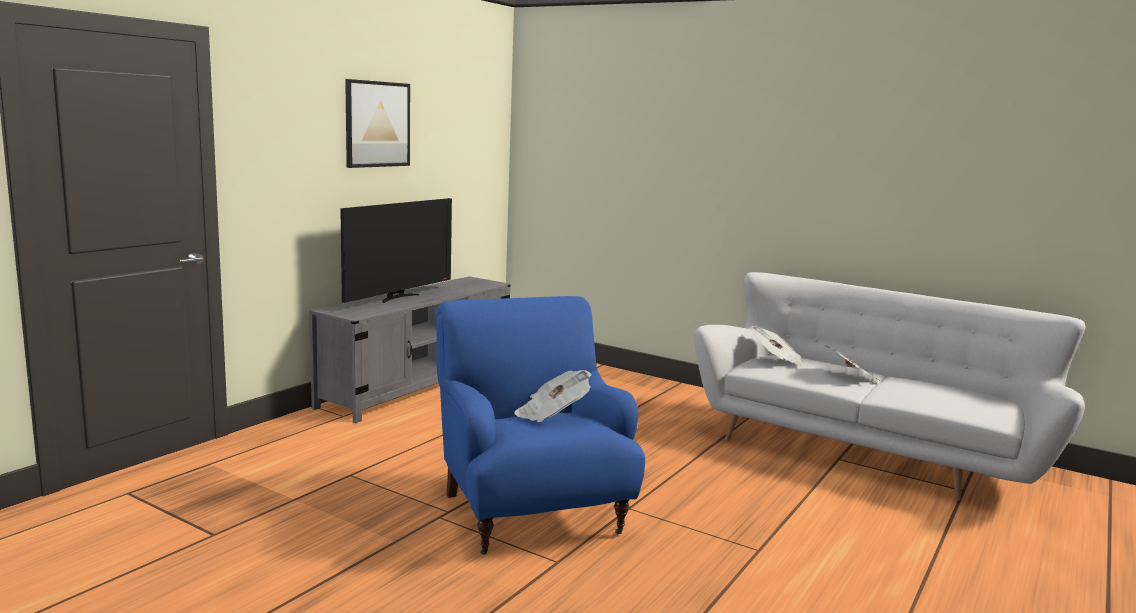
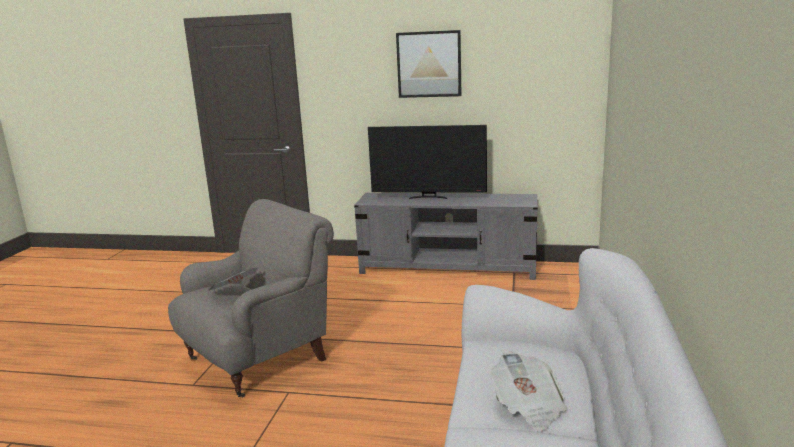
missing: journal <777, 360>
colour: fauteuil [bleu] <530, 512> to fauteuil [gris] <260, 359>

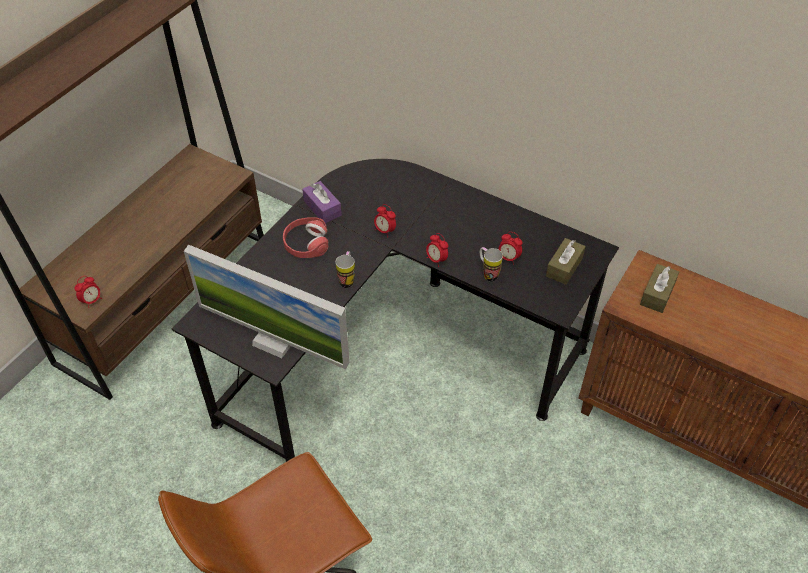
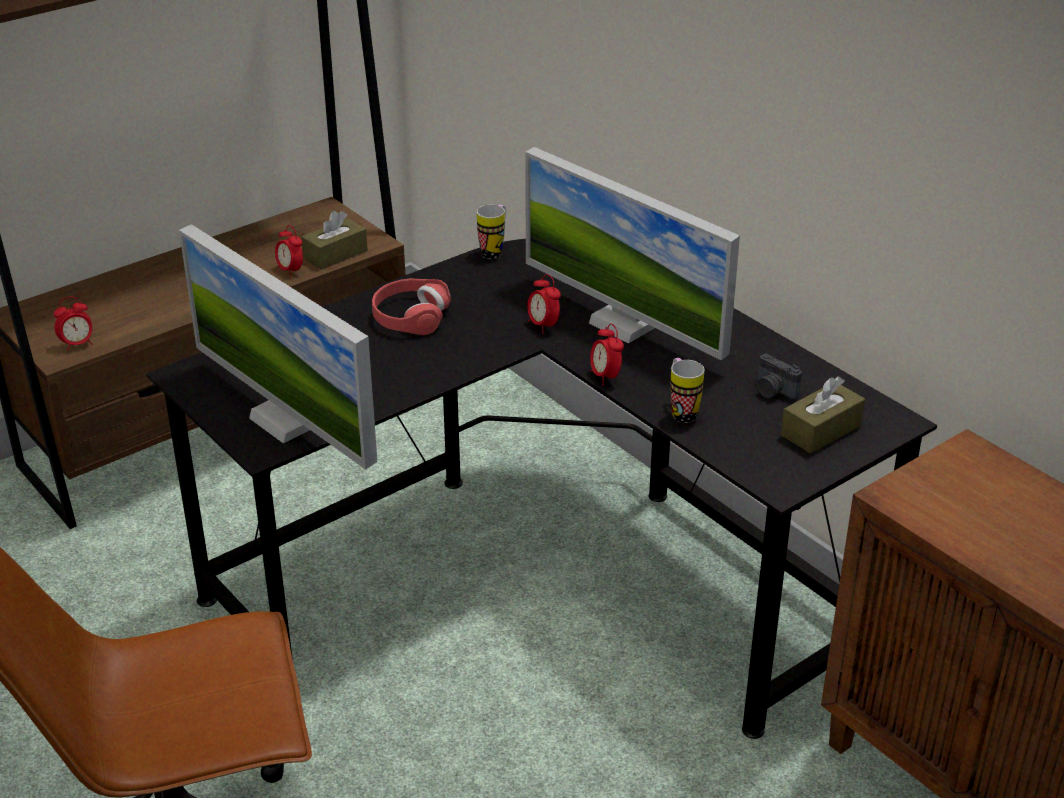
missing: boîte à mouchoirs [violet] <322, 208>
appeared: écran d'ordinateur <624, 324>; appareil photo <773, 391>
relocated: réveil <508, 258> to <290, 271>; mug <347, 279> to <494, 251>; boîte à mouchoirs [marron] <657, 294> to <335, 254>

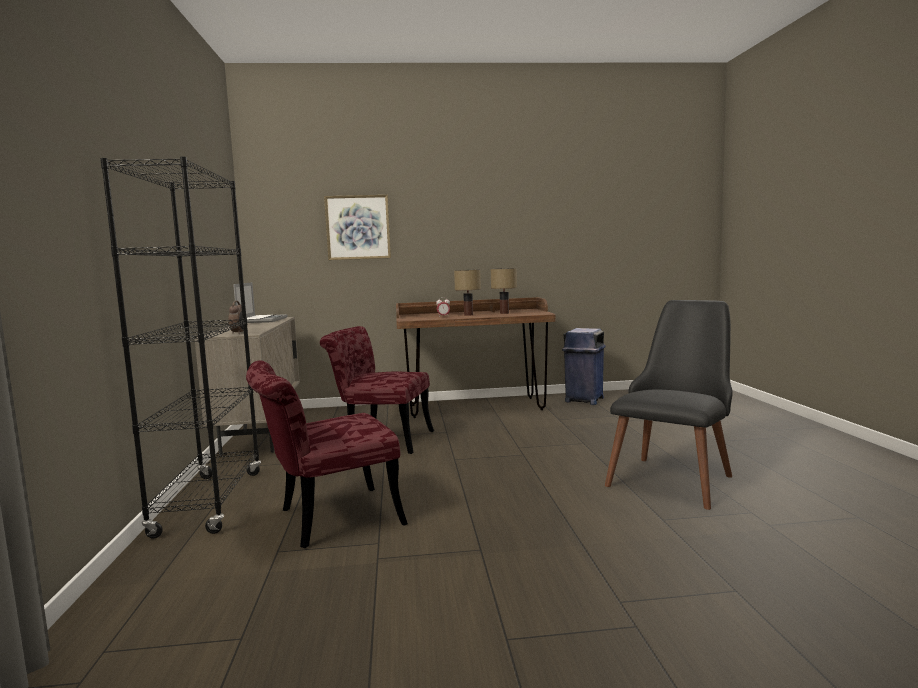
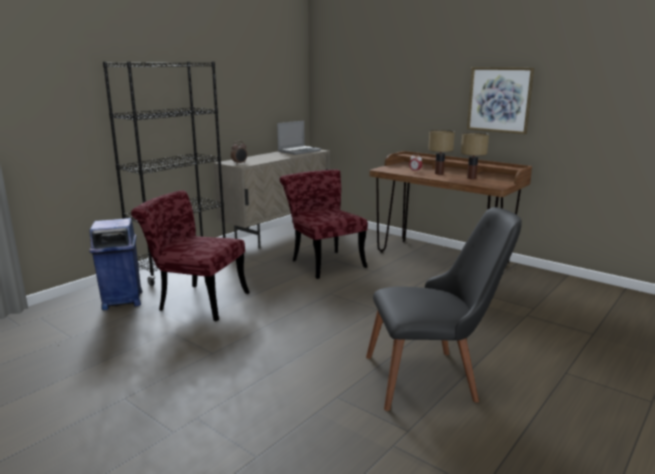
relocated: tableau <358, 227> to <499, 100>; poubelle [bleu] <584, 400> to <121, 300>

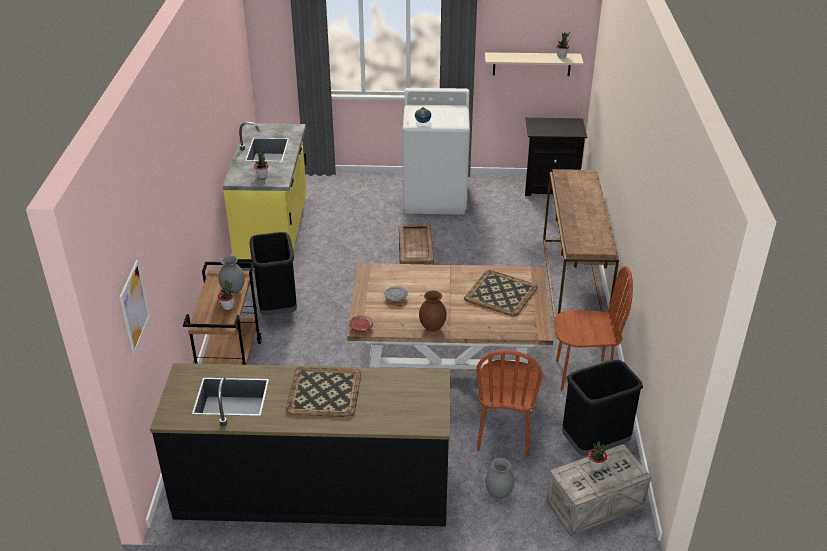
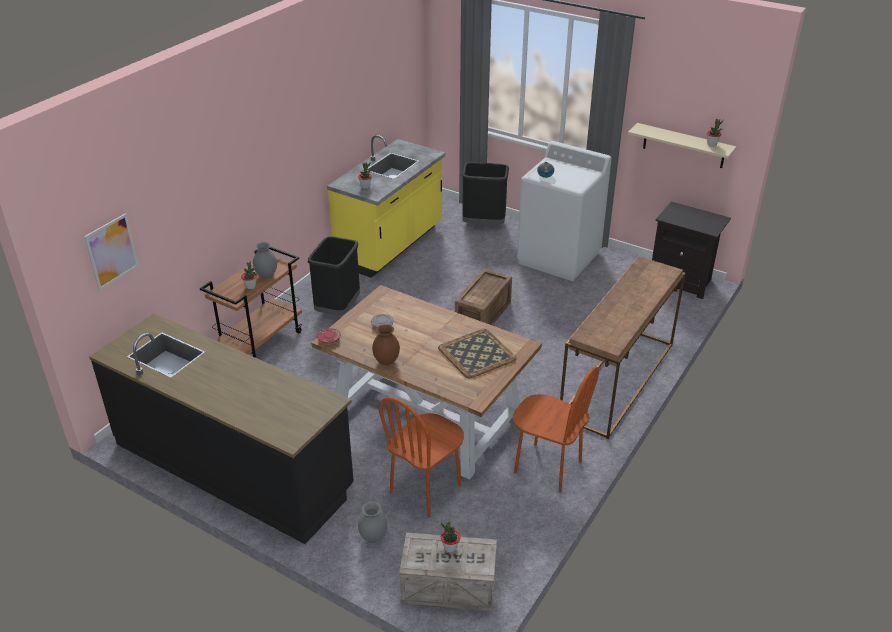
missing: plateau <323, 392>
relocated: poubelle [noir] <594, 444> to <483, 224>

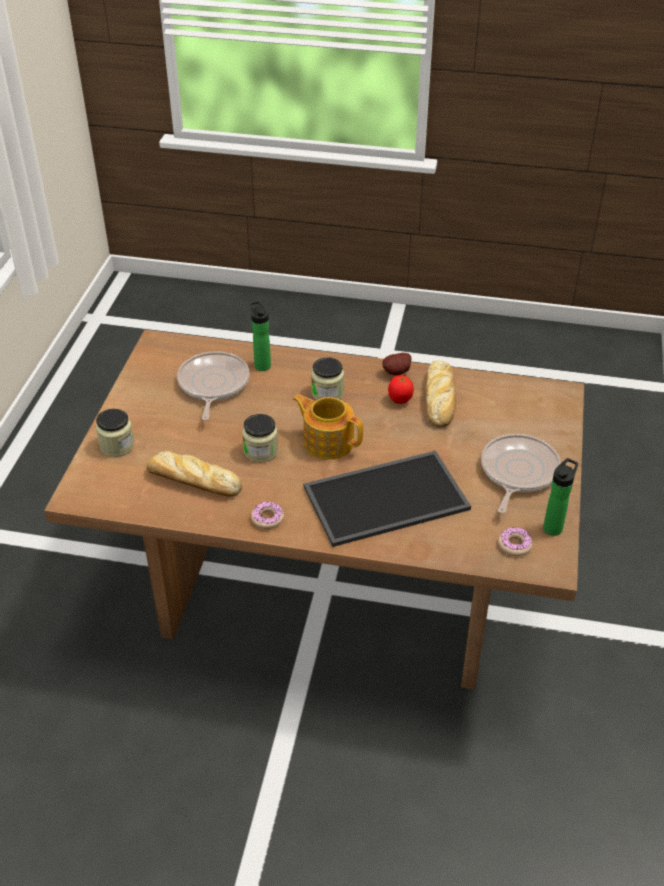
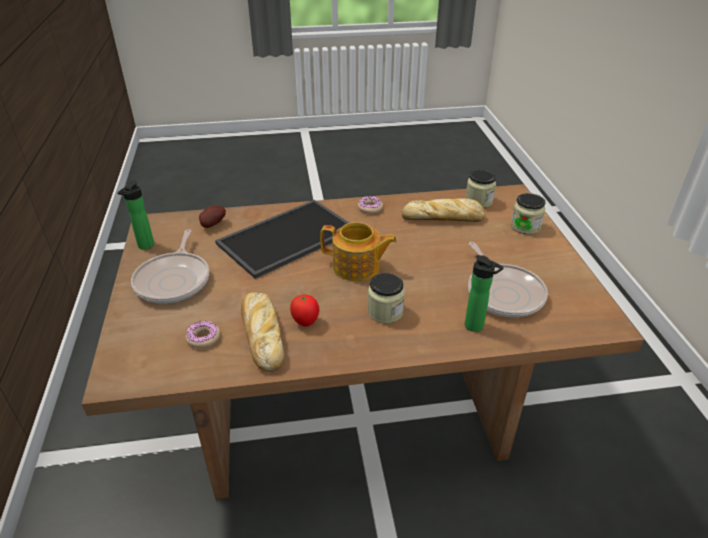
relocated: pomme de terre <398, 373> to <212, 224>; bocal <261, 451> to <478, 201>; beignet <514, 545> to <203, 338>

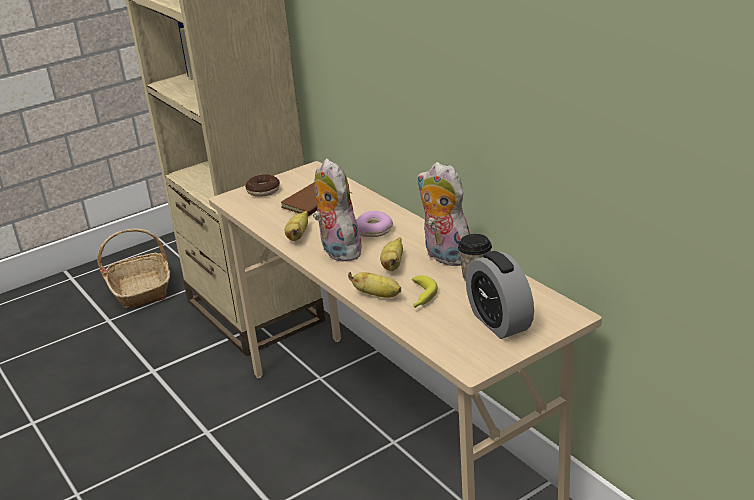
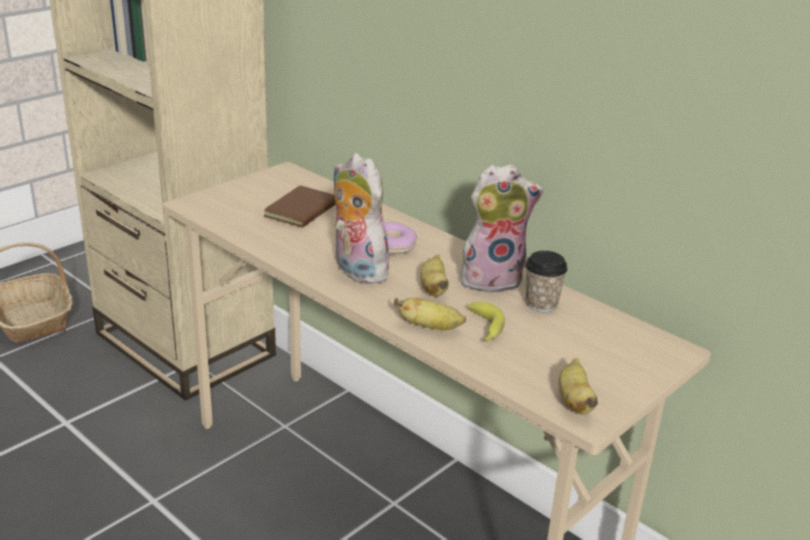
missing: beignet <263, 191>; réveil <499, 322>
relocated: banane <298, 236> to <574, 401>
spun: peluche <444, 256> = <492, 278> 135 degrees clockwise

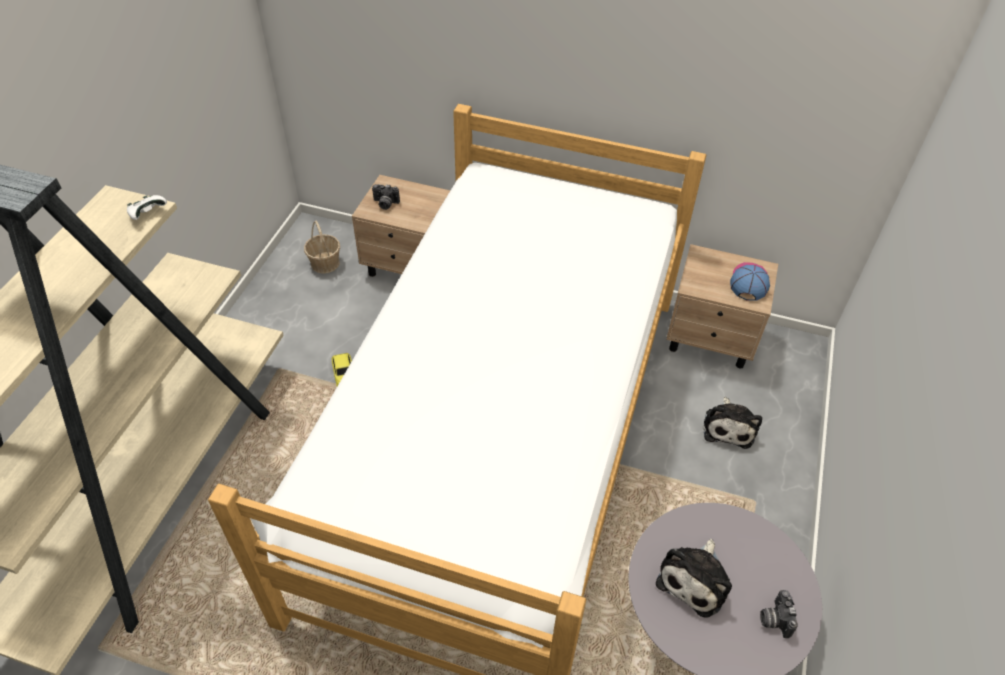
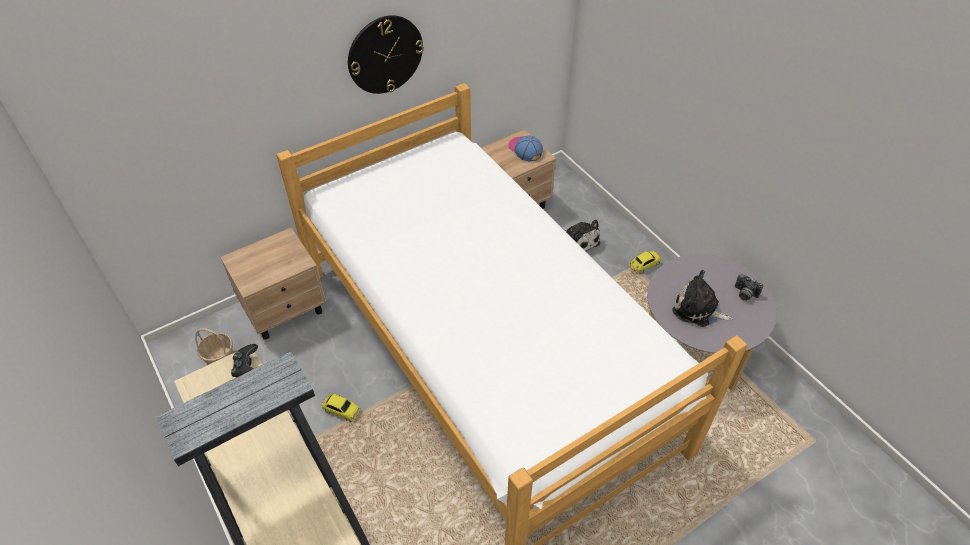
missing: appareil photo <385, 204>
appeared: horloge murale <385, 54>; petite voiture <644, 265>
colour: manette [blanc] <148, 214> to manette [noir] <247, 367>
spun: peluche <695, 579> = <698, 309> 135 degrees clockwise

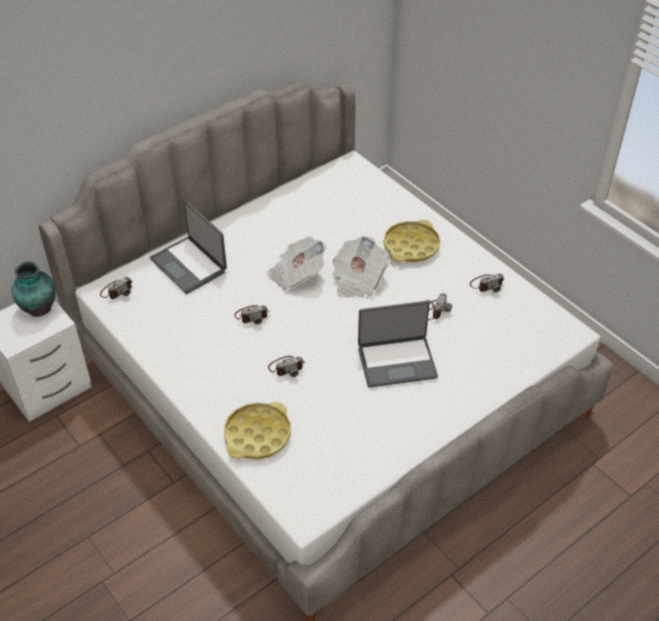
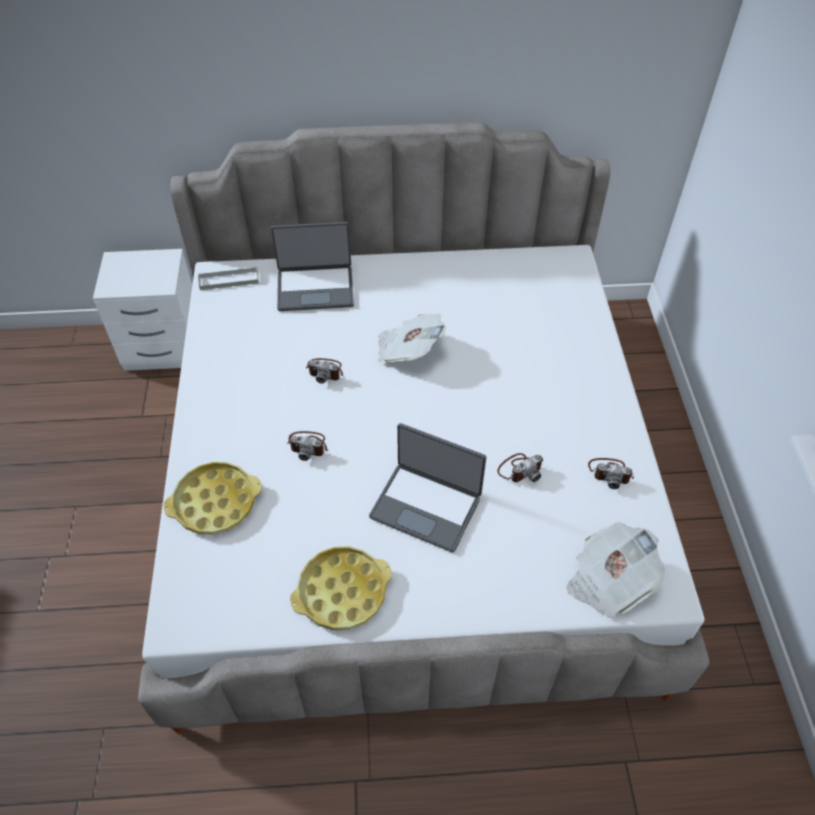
missing: vase <38, 308>
relocated: plateau [jaune] <411, 246> to <342, 591>; journal <357, 280> to <608, 580>
exchanged: appareil photo <117, 290> to plateau [gris] <229, 280>
spun: ordinateur portable <190, 265> = <315, 288> 90 degrees counterclockwise

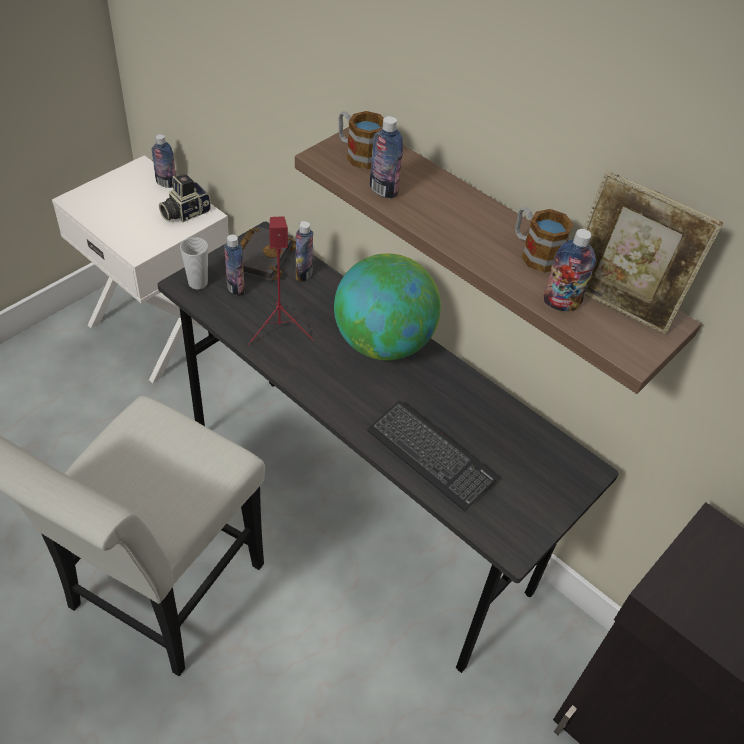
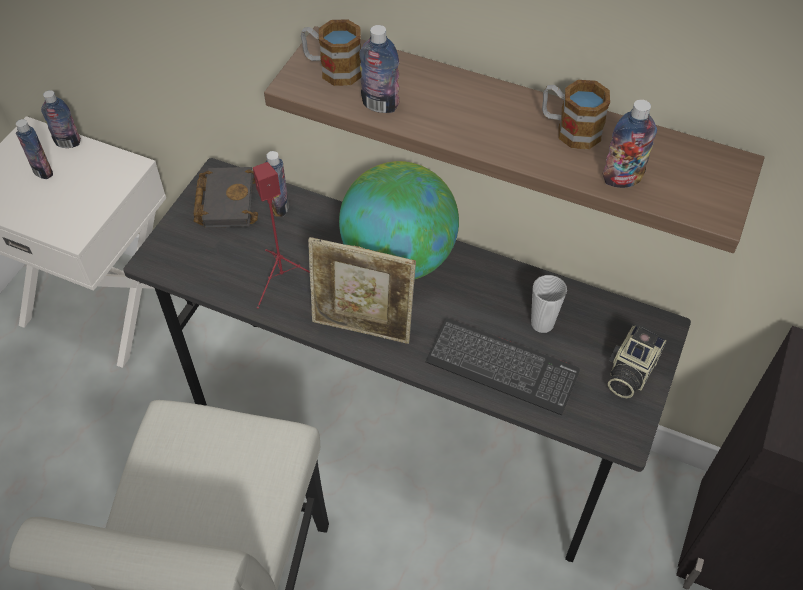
relocated: cadre photo <617, 306> to <363, 328>; appareil photo <184, 212> to <629, 371>; bouteille <235, 288> to <42, 171>; tasse <198, 283> to <542, 323>

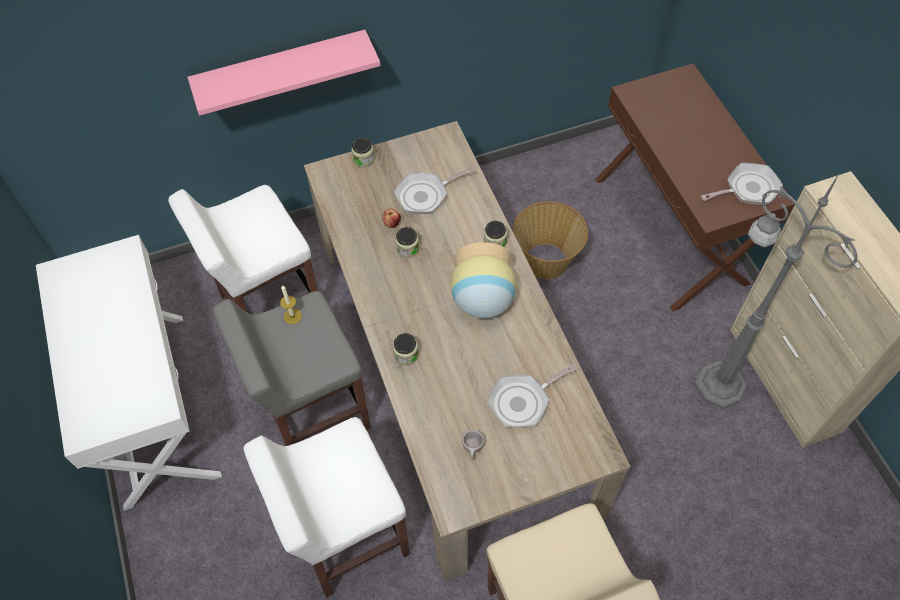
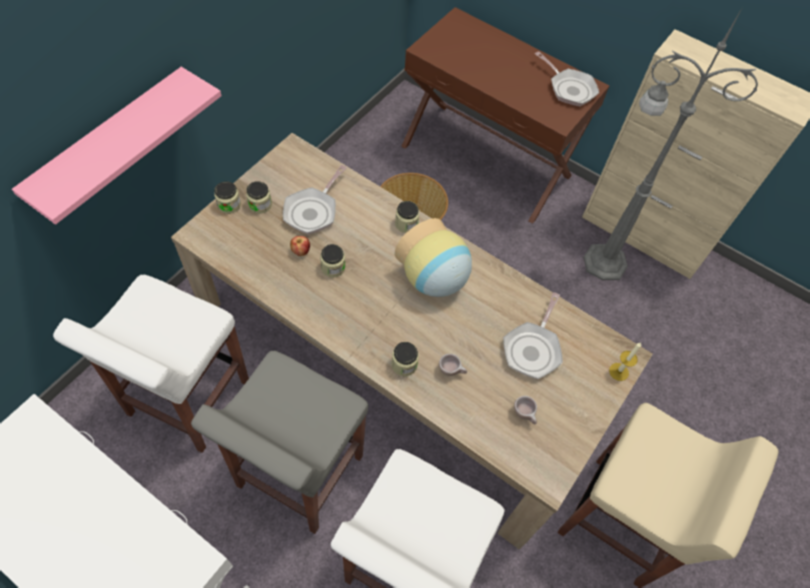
appeared: bocal <260, 205>; tasse [beige] <451, 371>
relocated: bougie <292, 316> to <618, 371>
spun: poêle <748, 189> = <569, 88> 105 degrees clockwise

